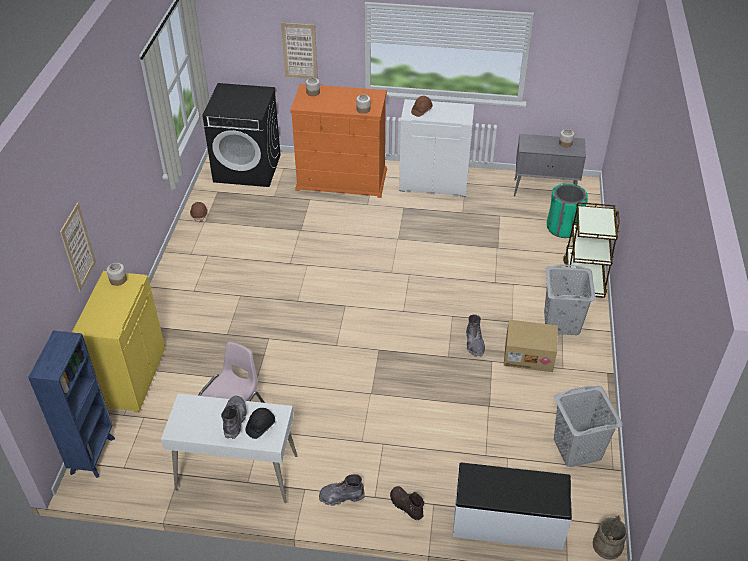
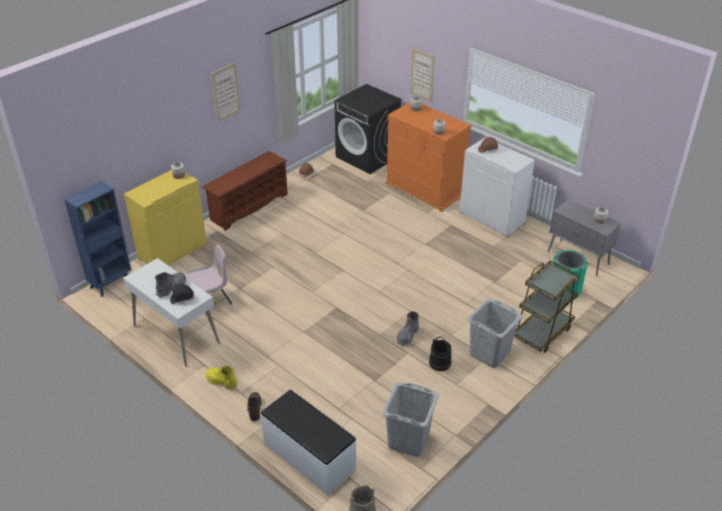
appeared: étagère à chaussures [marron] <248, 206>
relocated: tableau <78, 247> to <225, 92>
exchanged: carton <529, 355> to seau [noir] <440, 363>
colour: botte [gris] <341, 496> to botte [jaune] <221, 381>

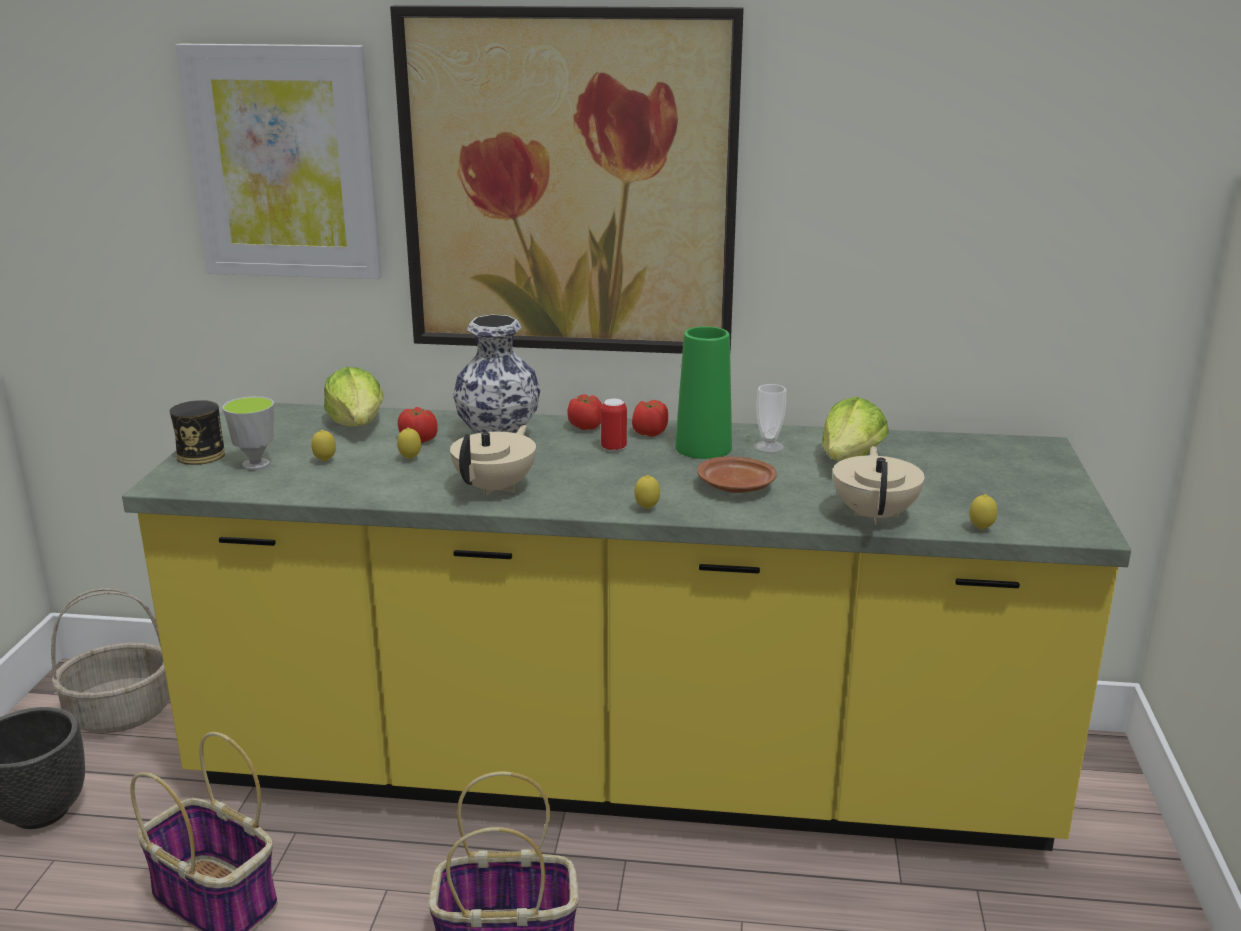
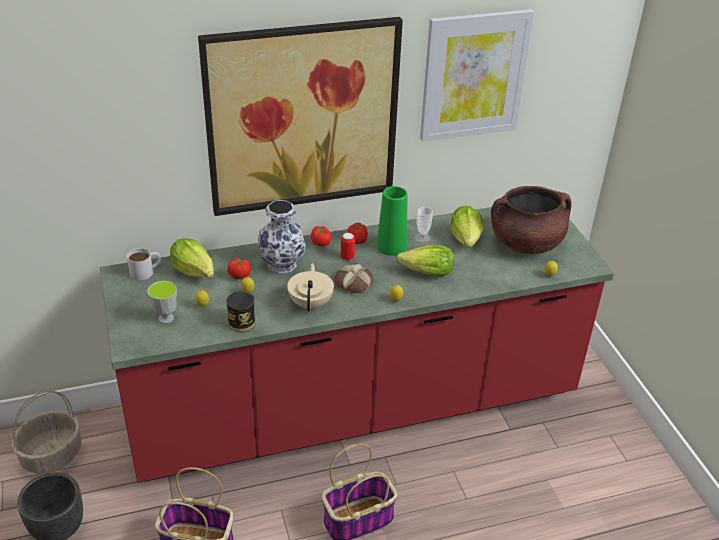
missing: théière [beige] <875, 515>
appeared: marmite [marron] <525, 243>; mug [blanc] <146, 271>; pain <353, 283>
relocated: tableau <283, 163> to <474, 75>; boîte métallique <201, 455> to <241, 322>
exchanged: assiette [marron] <737, 487> to laitue <427, 273>
colour: comptoir de cuisine [jaune] <620, 772> to comptoir de cuisine [rouge] <354, 408>

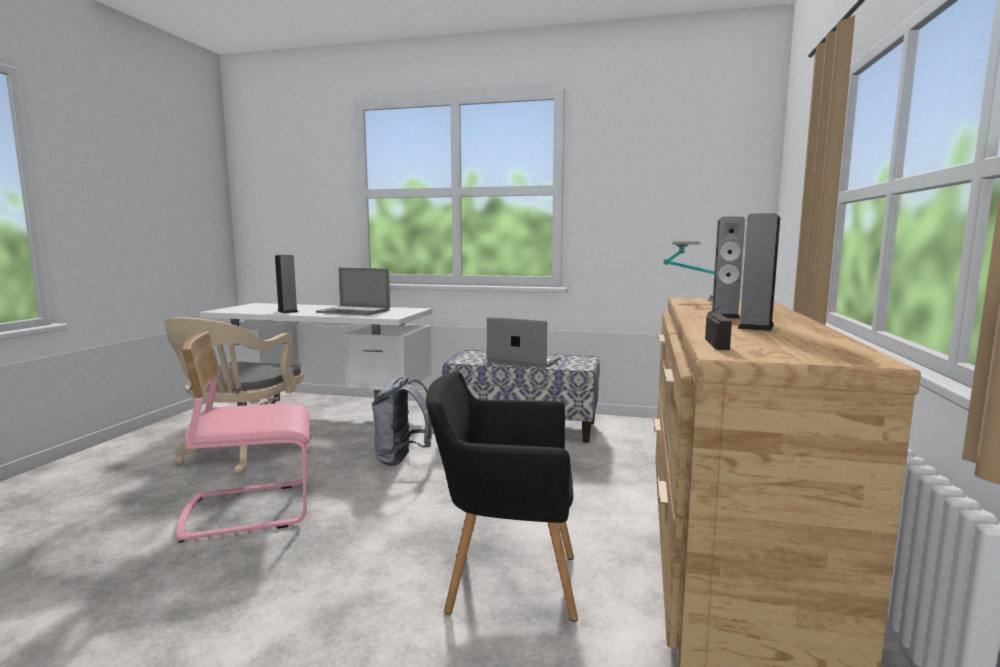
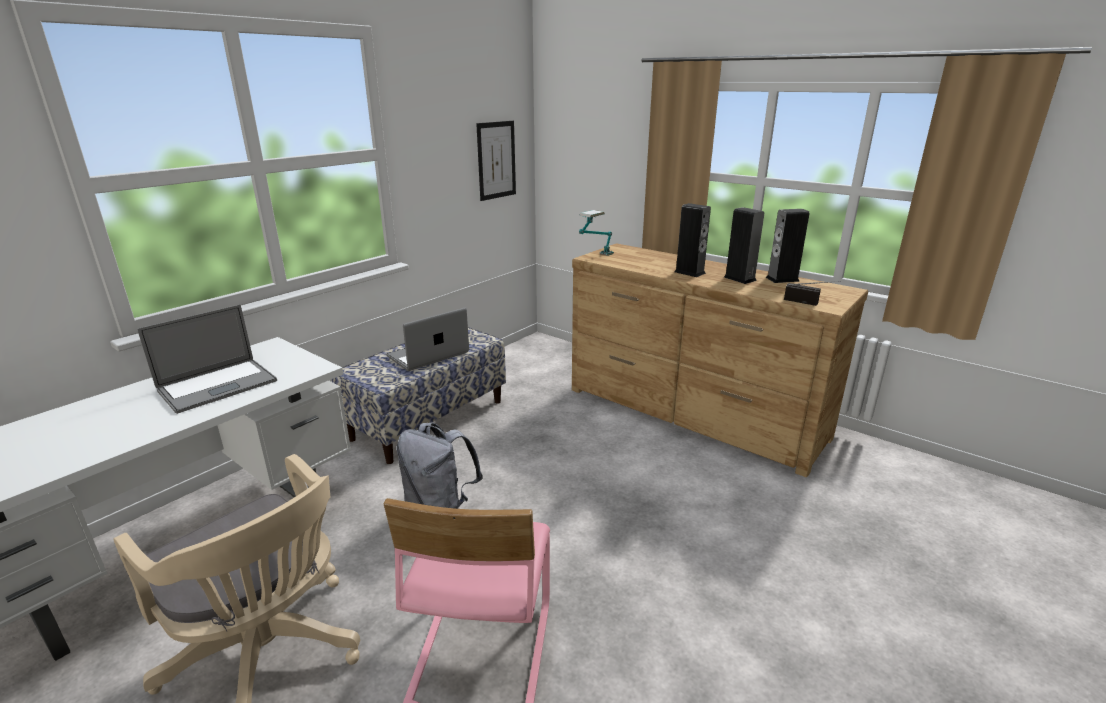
missing: fauteuil [noir] <505, 581>
appeared: tableau <496, 160>
relocated: enceinte <287, 311> to <782, 279>

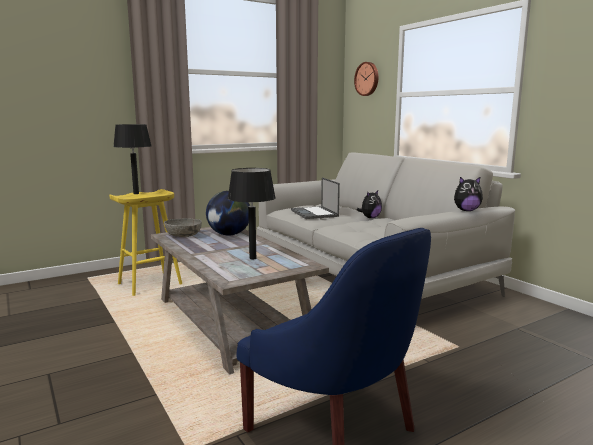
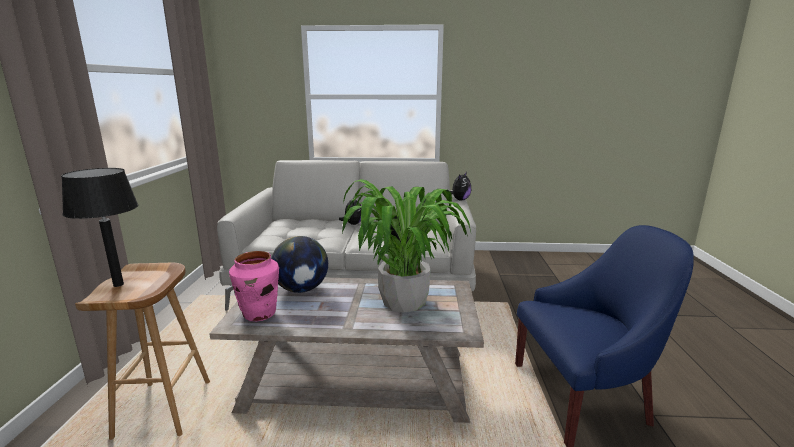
missing: horloge murale <367, 79>; ordinateur portable <314, 213>
exchanged: lampe de table [noir] <252, 258> to plante en pot <405, 302>; bol [gris] <184, 235> to vase [rose] <259, 314>
colour: tabouret [jaune] <149, 284> to tabouret [marron] <164, 409>

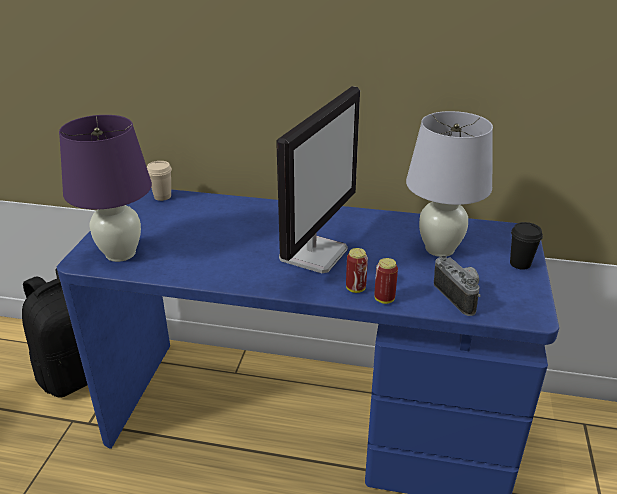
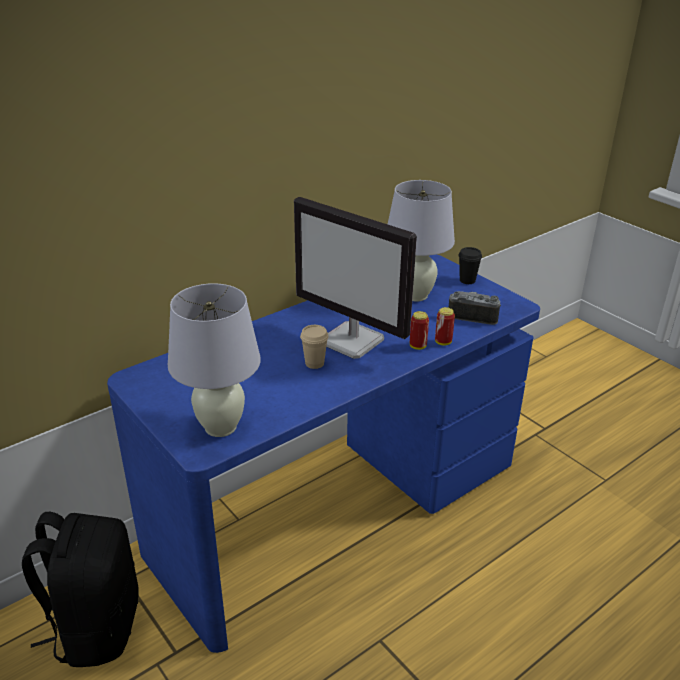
relocated: tasse [beige] <162, 196> to <314, 363>
colour: lampe de table [violet] <121, 253> to lampe de table [blanc] <220, 426>
spun: écran d'ordinateur <313, 253> = <353, 341> 150 degrees clockwise

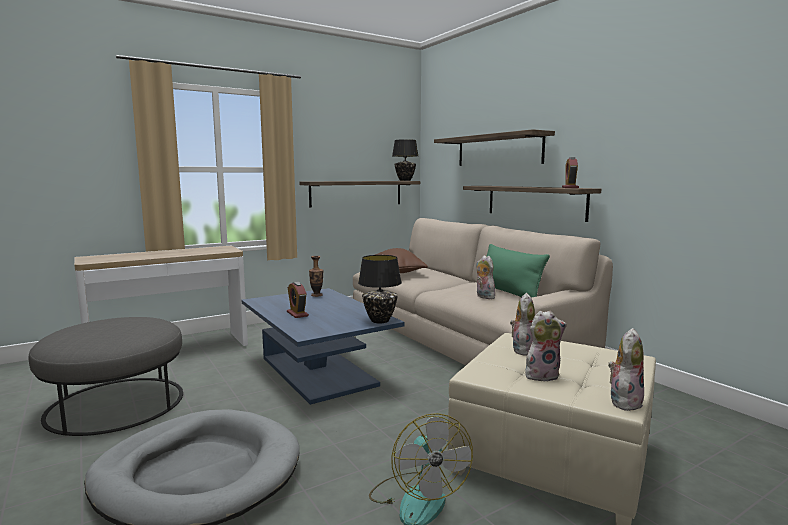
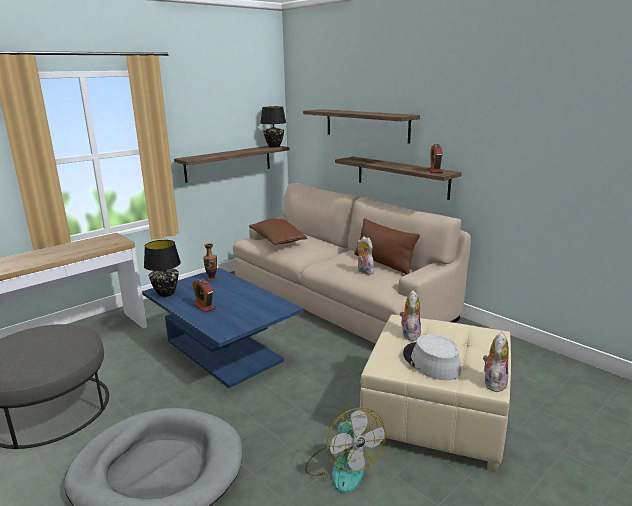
relocated: lampe de table [noir] <380, 321> to <166, 294>
exchanged: peluche <542, 375> to chapeau [gris] <431, 362>
colour: coussin [vert] <508, 292> to coussin [marron] <383, 263>

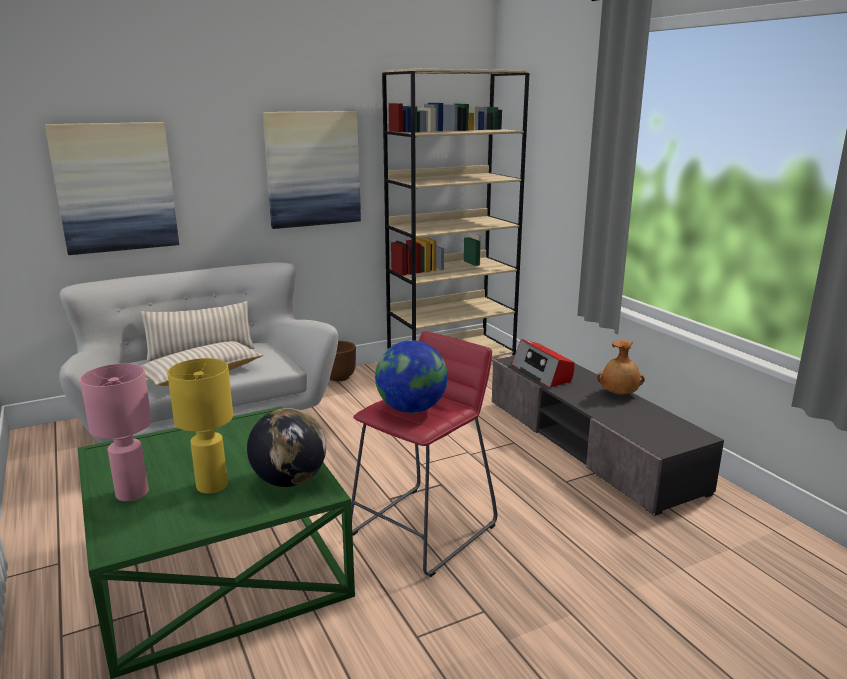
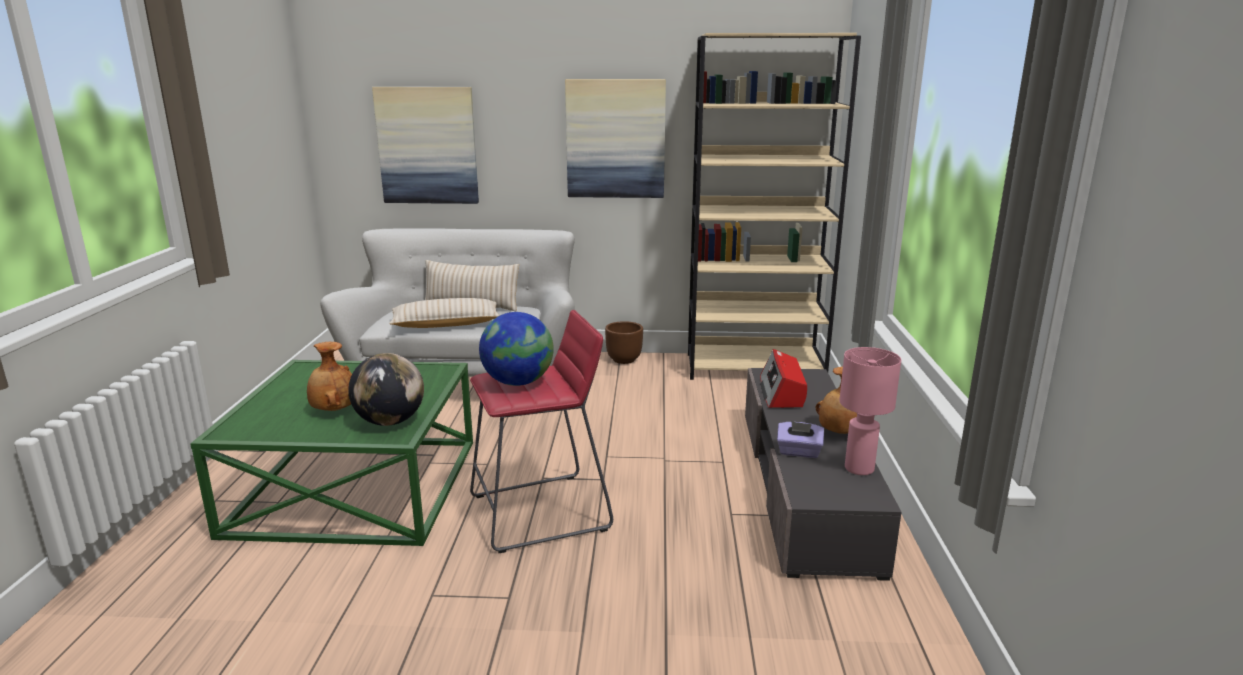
appeared: boîte à mouchoirs [violet] <799, 452>
relocated: lampe de table [rose] <132, 493> to <859, 468>
exchanged: lampe de table [jaune] <211, 486> to vase [marron] <333, 410>

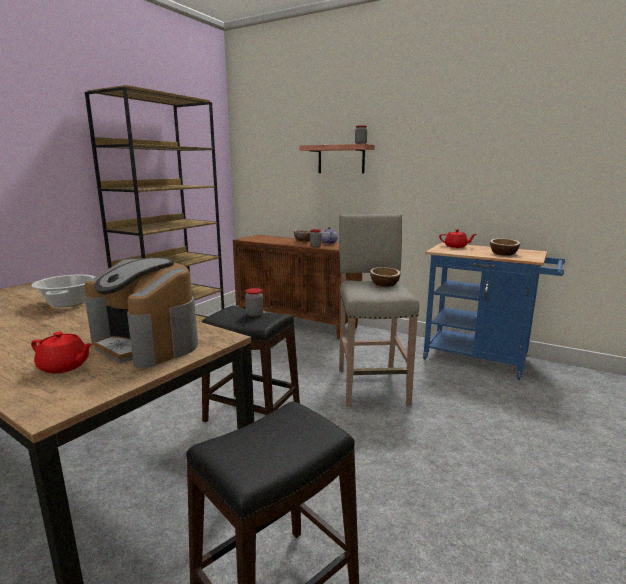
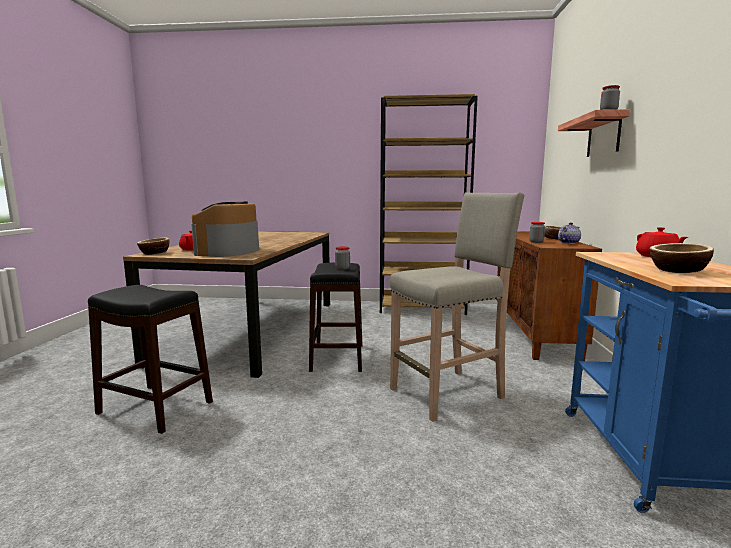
missing: marmite <68, 302>
relocated: bol <384, 284> to <154, 253>

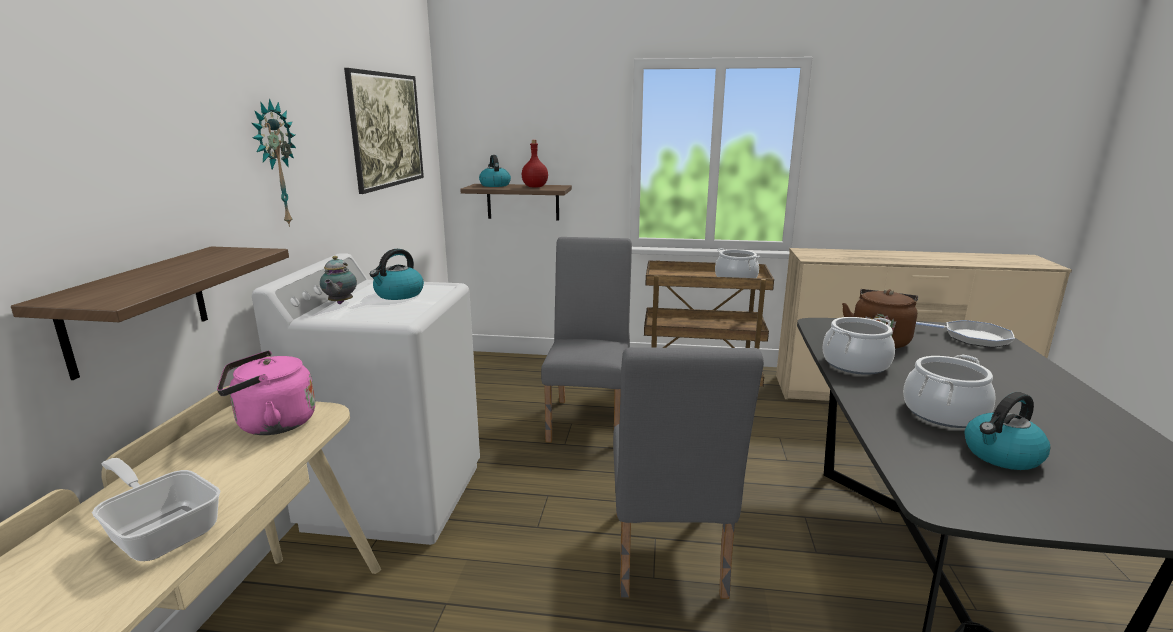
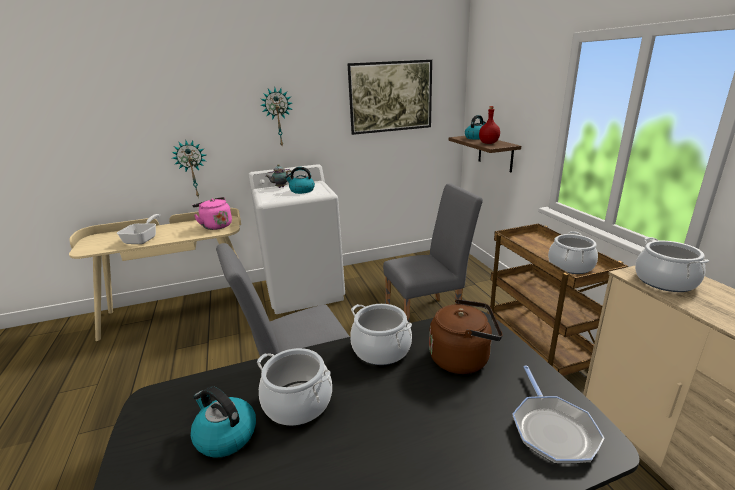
appeared: marmite <665, 281>
exchanged: étagère <137, 309> to horloge murale <192, 169>

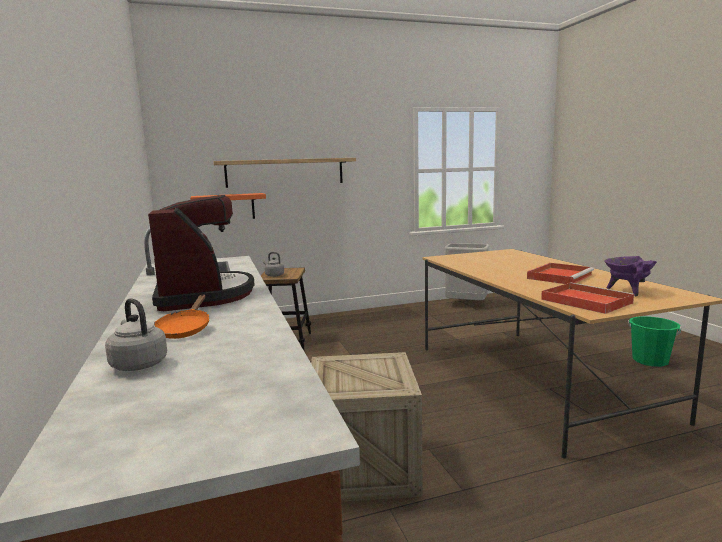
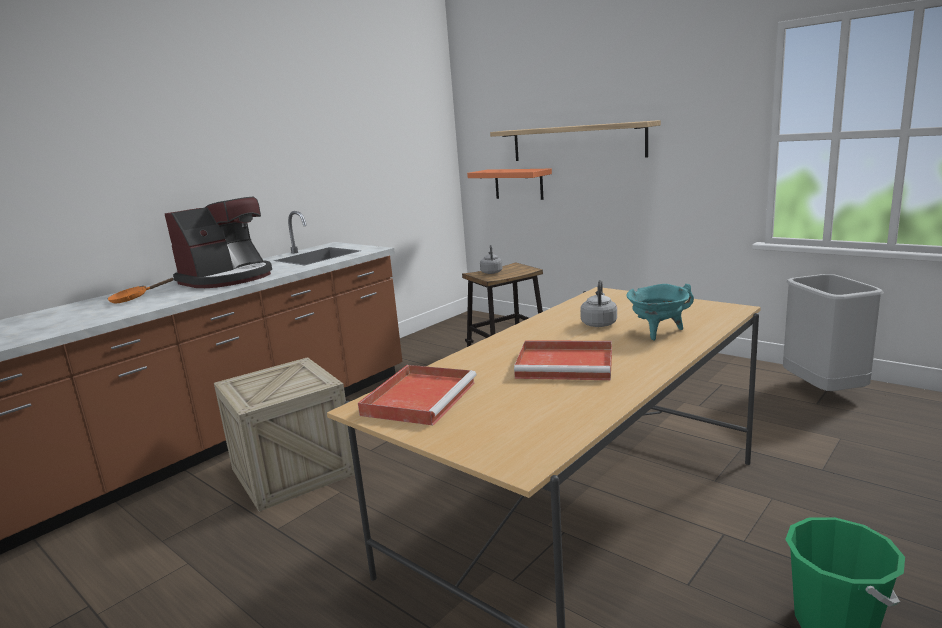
missing: marmite [violet] <627, 291>
appeared: marmite [turquoise] <658, 332>
relocated: bouilloire [gris] <138, 364> to <599, 323>

